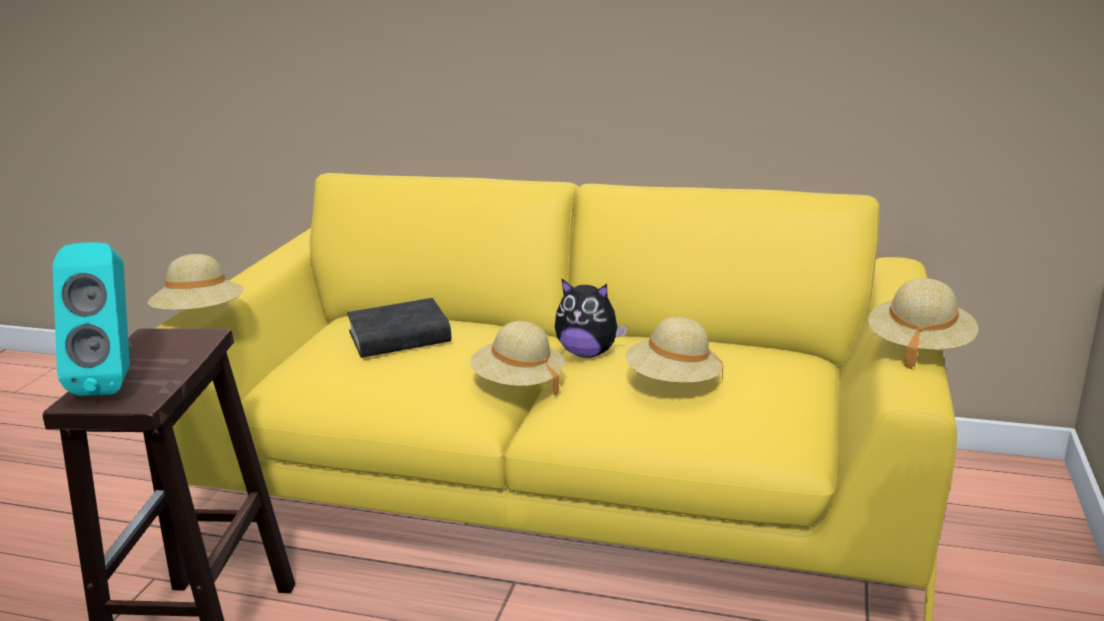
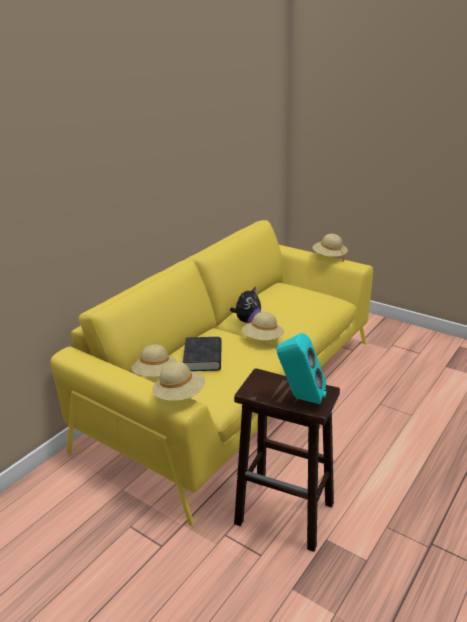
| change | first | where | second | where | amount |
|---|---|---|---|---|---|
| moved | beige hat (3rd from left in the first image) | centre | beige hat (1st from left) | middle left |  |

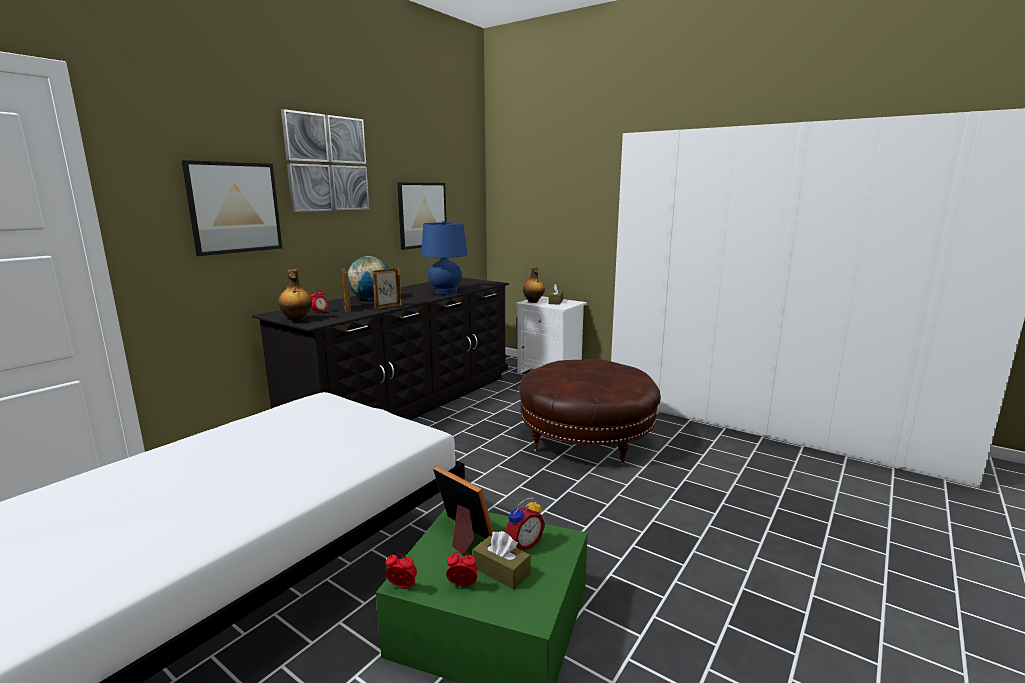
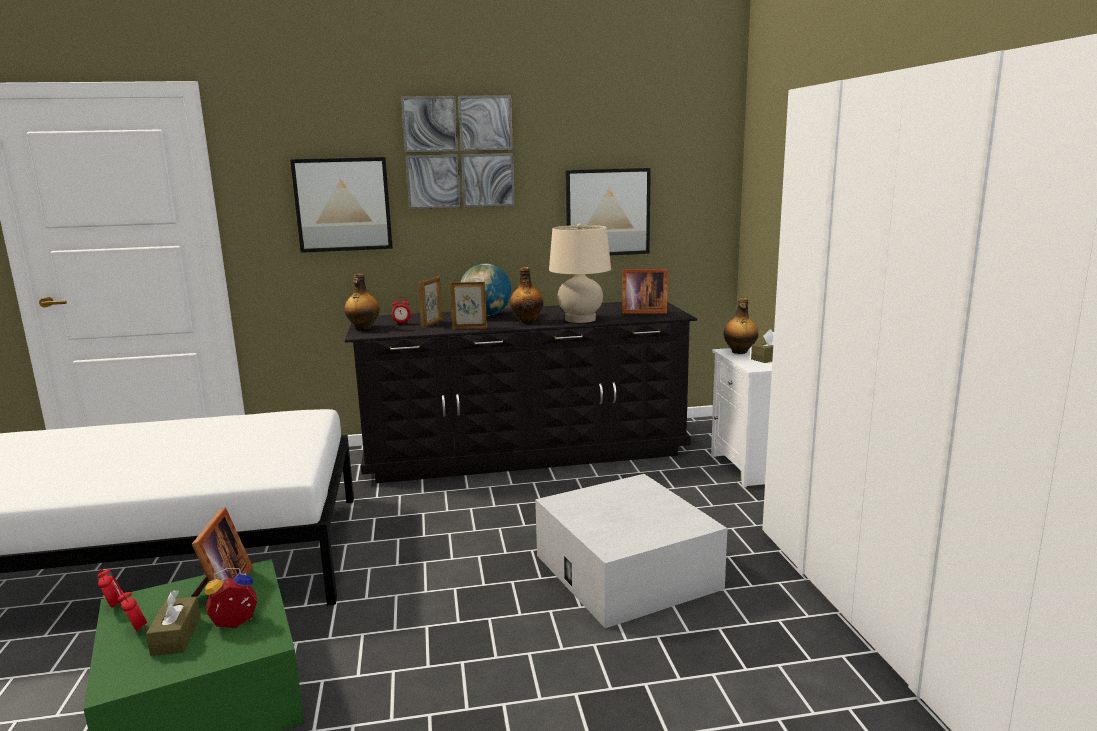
| change | first | where | second | where | amount |
|---|---|---|---|---|---|
| added |  |  | bottle (2nd from left) | centre |  |
| added |  |  | picture frame (4th from left) | centre |  |
| replaced | brown ottoman | centre | white storage box | bottom centre |  |
| recoloured | blue table lamp | centre | beige table lamp | centre |  |
| turned | alarm clock (4th from left in the first image) | bottom centre | alarm clock (3rd from left) | bottom left | 150 degrees clockwise |

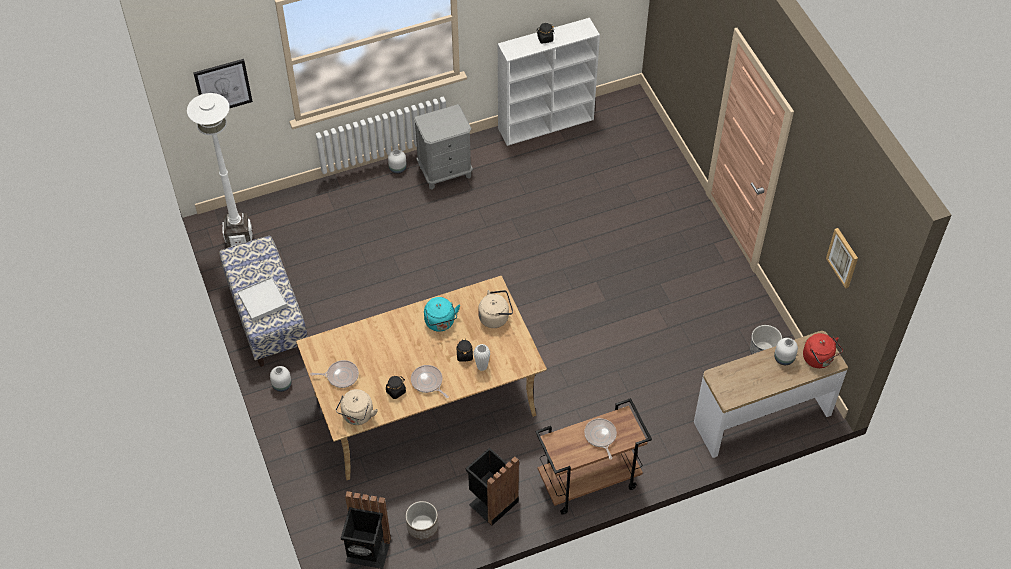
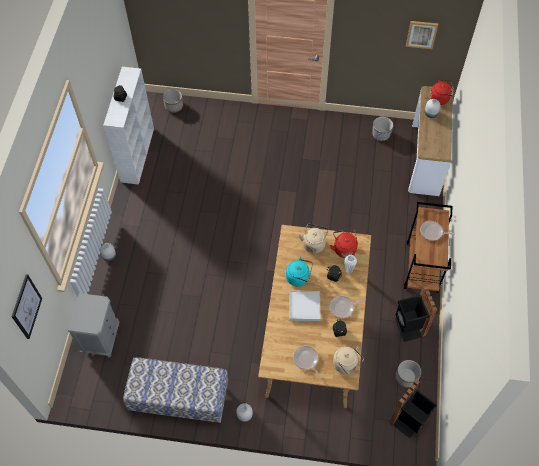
| change | first | where | second | where | amount |
|---|---|---|---|---|---|
| removed | white floor lamp | top left |  |  |  |
| added |  |  | planter (1st from left) | top left |  |
| added |  |  | red kettle (1st from left) | centre |  |
| moved | white tray | middle left |  | centre |  |
| moved | grey nightstand | top centre |  | bottom left |  |
| turned | frying pan (1st from left) | middle left |  | bottom centre | 60 degrees counterclockwise |

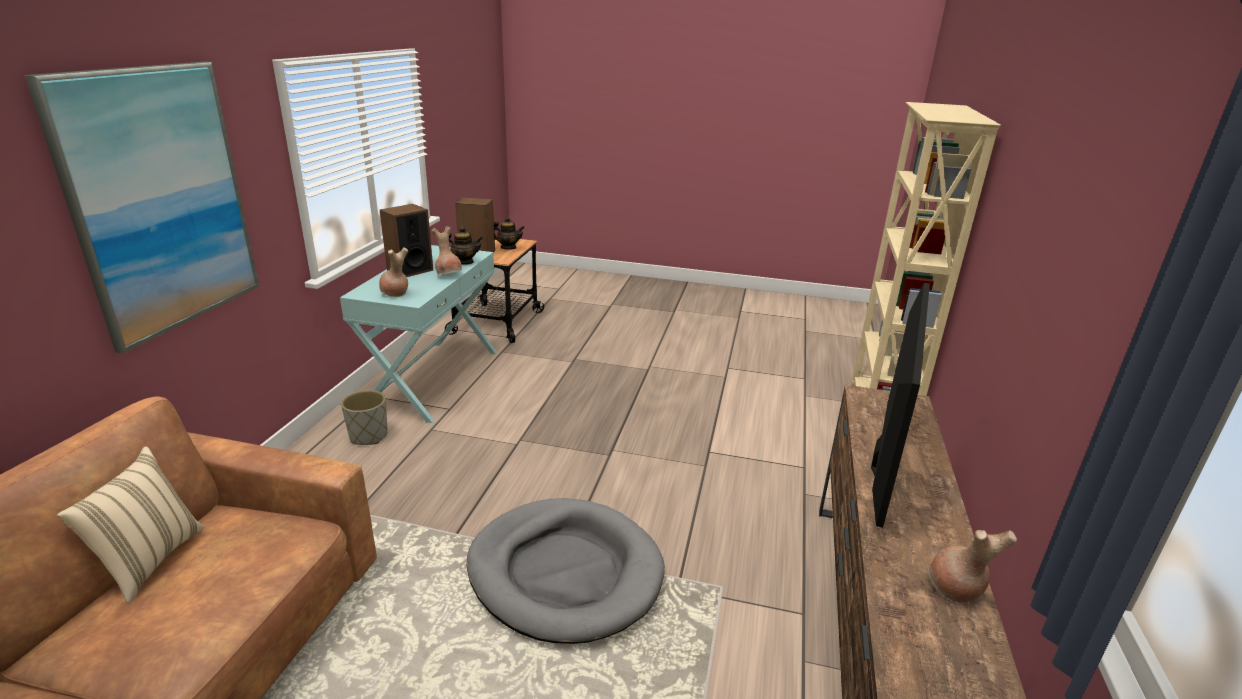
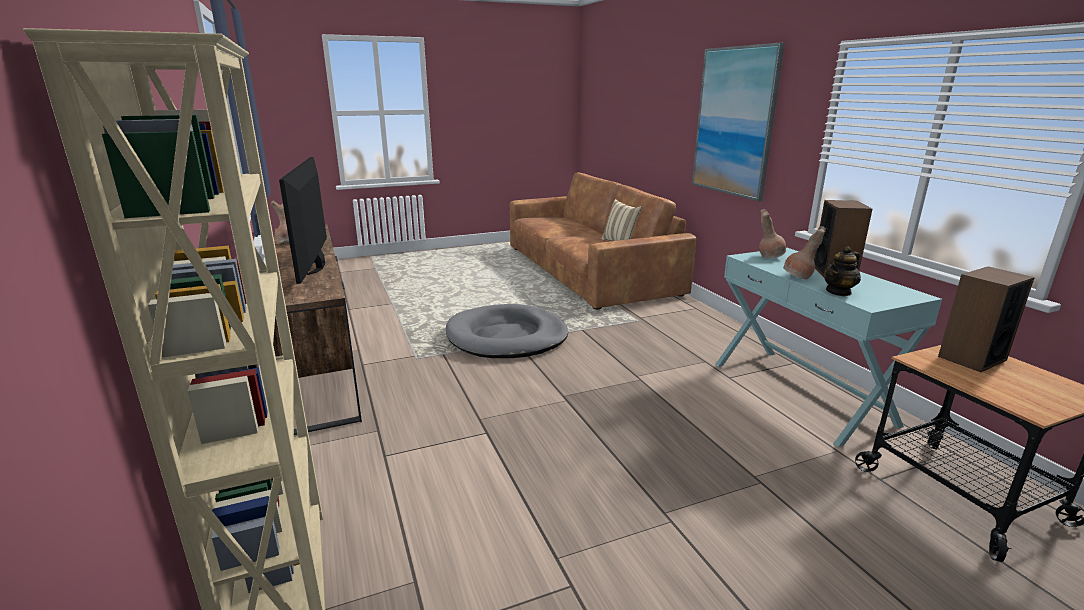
| change | first | where | second | where | amount |
|---|---|---|---|---|---|
| removed | grey planter | middle left |  |  |  |
| removed | teapot (2nd from left) | centre |  |  |  |

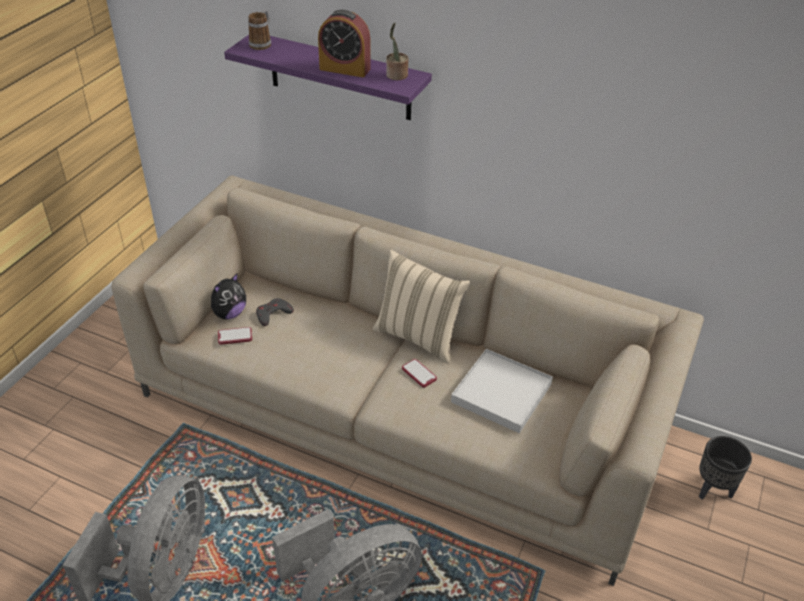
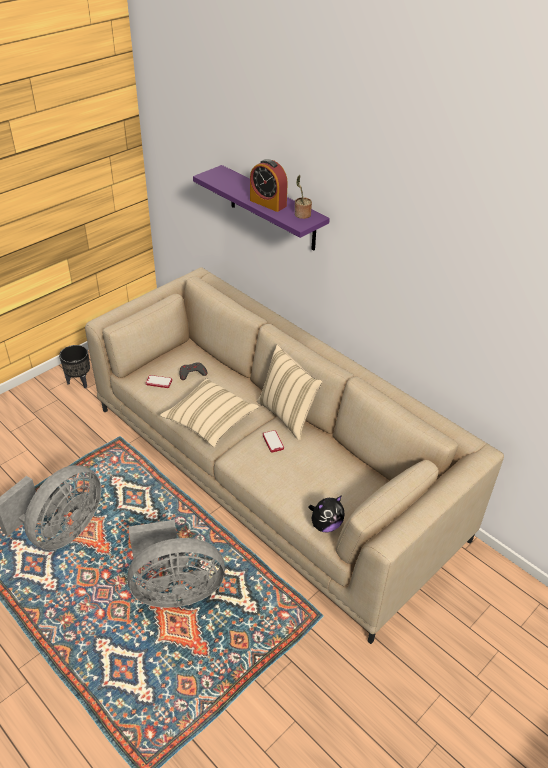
| change | first | where | second | where | amount |
|---|---|---|---|---|---|
| removed | mug | top left |  |  |  |
| removed | white tray | centre |  |  |  |
| added |  |  | beige pillow (1st from left) | centre |  |
| moved | plush toy | middle left |  | bottom centre |  |
| moved | black planter | bottom right |  | middle left |  |

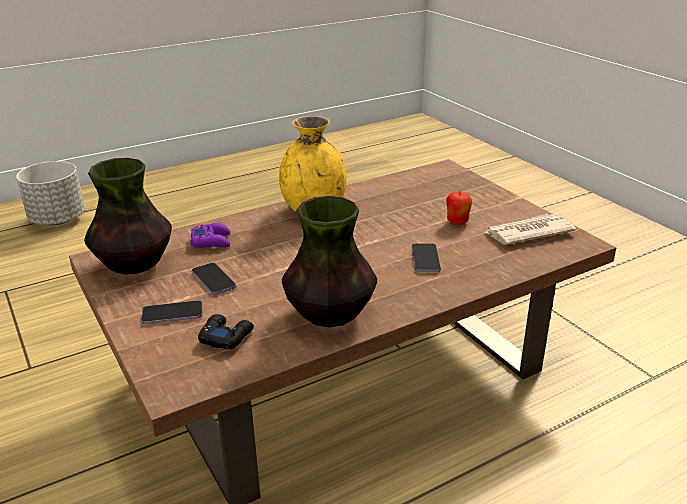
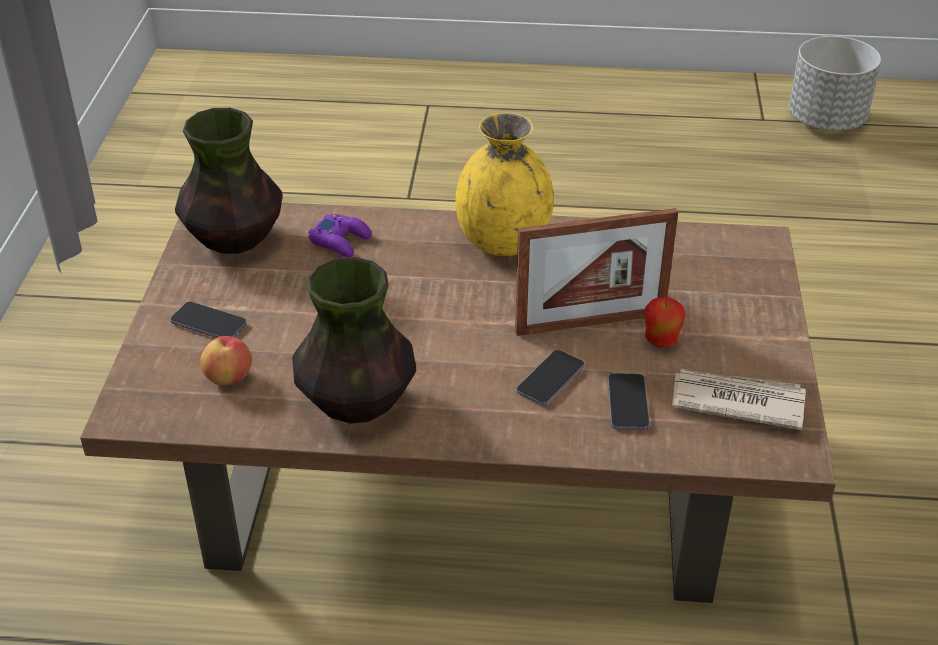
| change | first | where | second | where | amount |
|---|---|---|---|---|---|
| added |  |  | picture frame | centre |  |
| moved | grey planter | middle left |  | top right |  |
| moved | phone (2nd from left in the first image) | middle left | phone (3rd from left) | middle right |  |
| replaced | black game controller | middle left | apple (1st from left) | middle left |  |

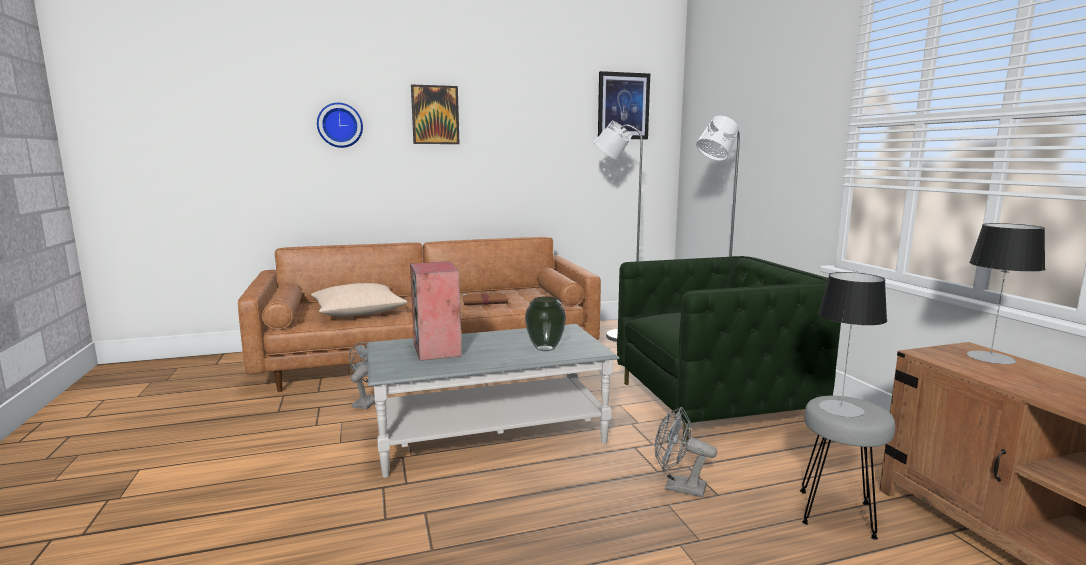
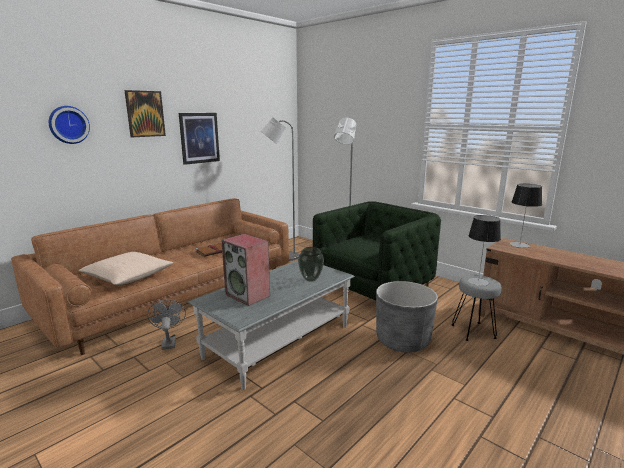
| change | first | where | second | where | amount |
|---|---|---|---|---|---|
| moved | picture (2nd from left) | top centre |  | top left |  |
| replaced | grey fan (2nd from left) | bottom centre | grey planter | bottom centre |  |

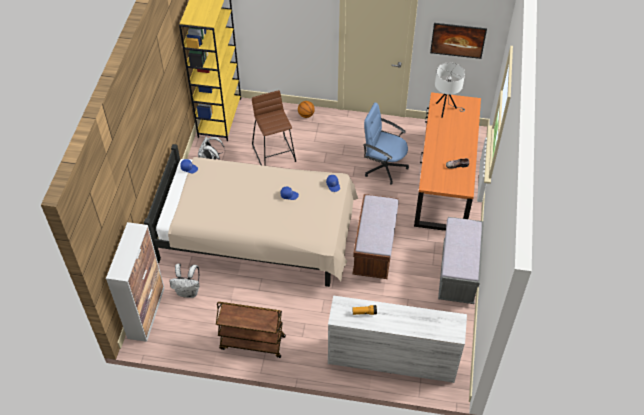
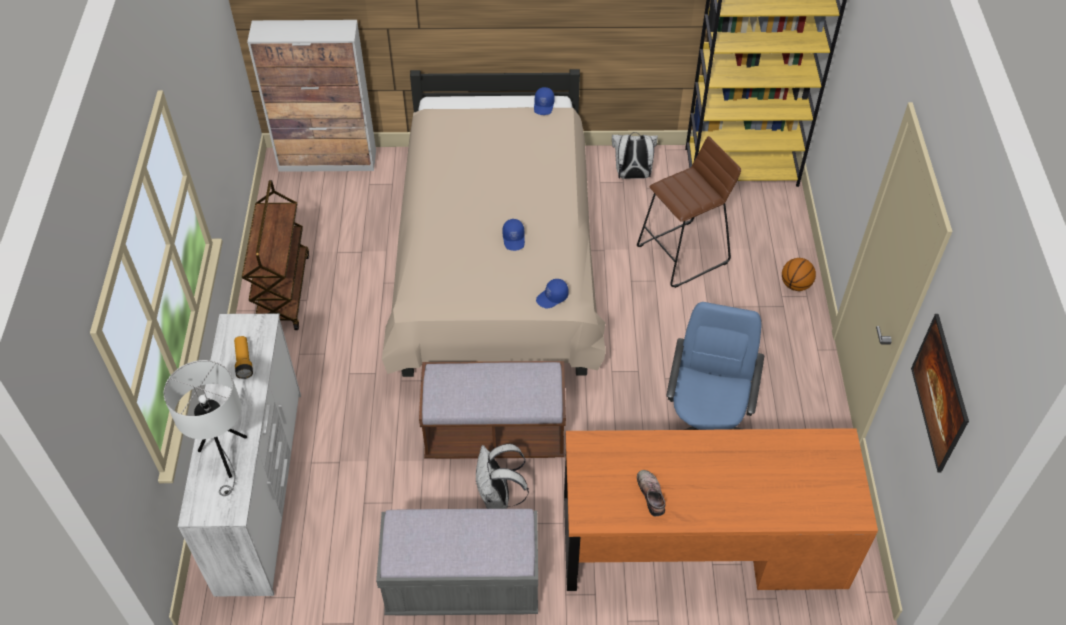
| change | first | where | second | where | amount |
|---|---|---|---|---|---|
| moved | white backpack (1st from left) | bottom left |  | bottom centre |  |
| moved | white table lamp | top right |  | bottom left |  |

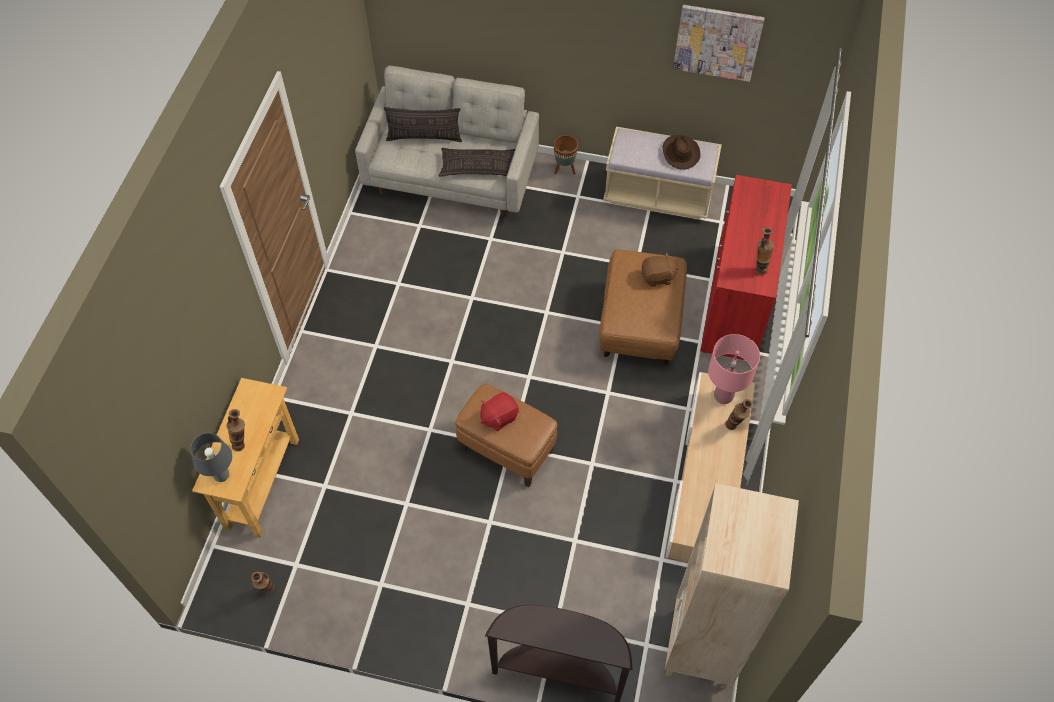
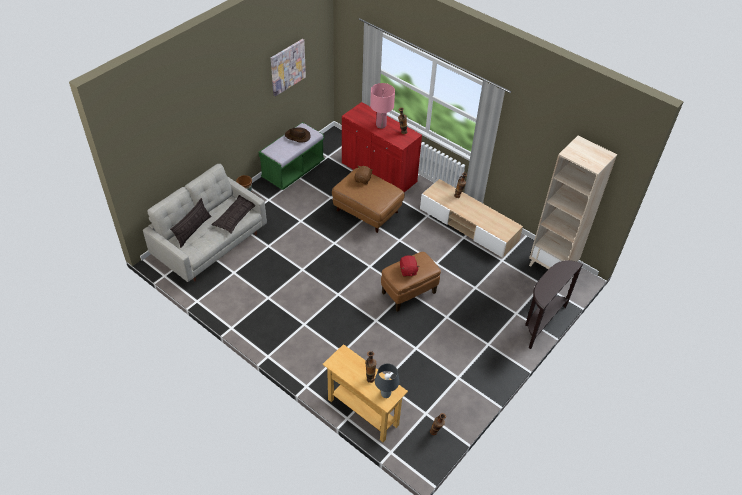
| change | first | where | second | where | amount |
|---|---|---|---|---|---|
| moved | pink table lamp | middle right |  | top centre |  |
| recoloured | beige bench | top centre | green bench | top centre |  |

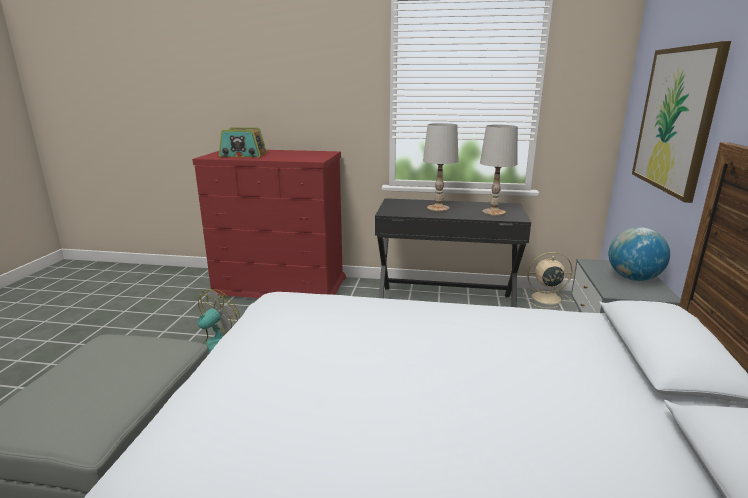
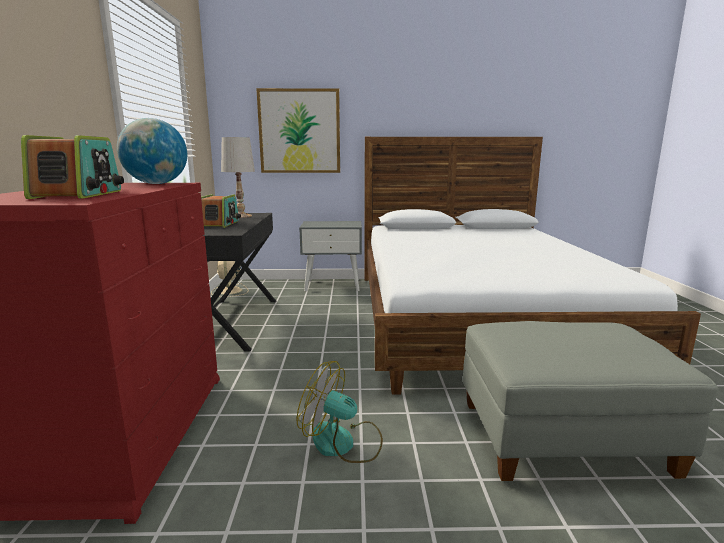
| change | first | where | second | where | amount |
|---|---|---|---|---|---|
| moved | globe | middle right |  | top left |  |
| replaced | white table lamp (1st from left) | centre | radio (2nd from left) | middle left |  |

